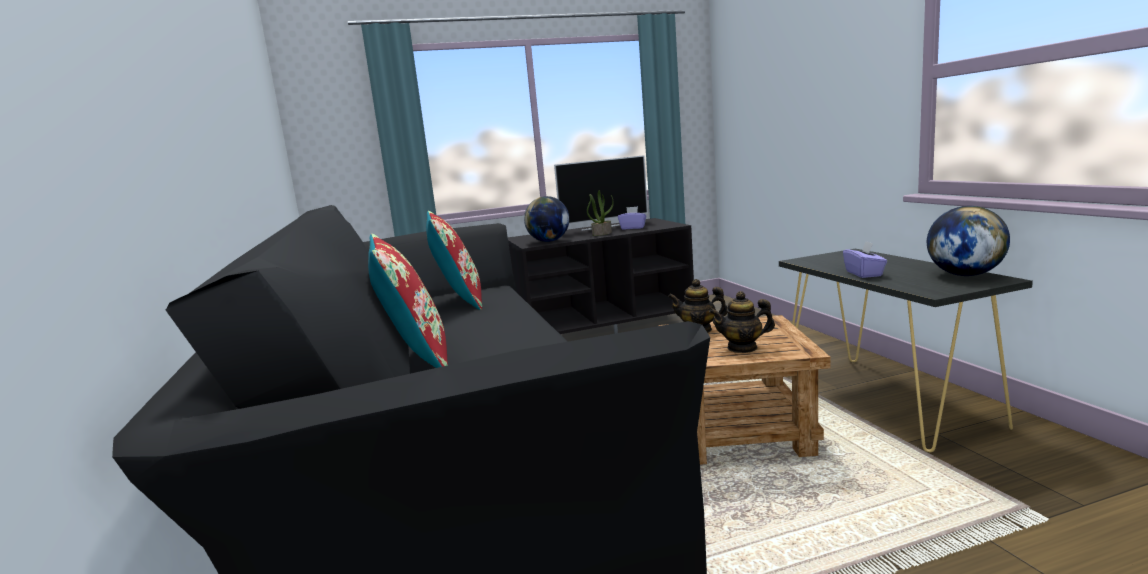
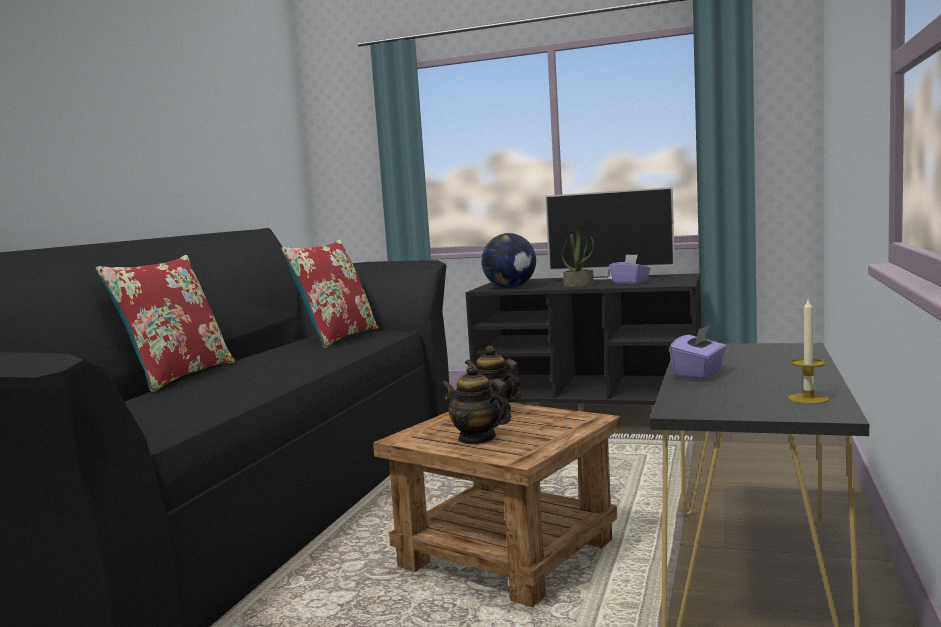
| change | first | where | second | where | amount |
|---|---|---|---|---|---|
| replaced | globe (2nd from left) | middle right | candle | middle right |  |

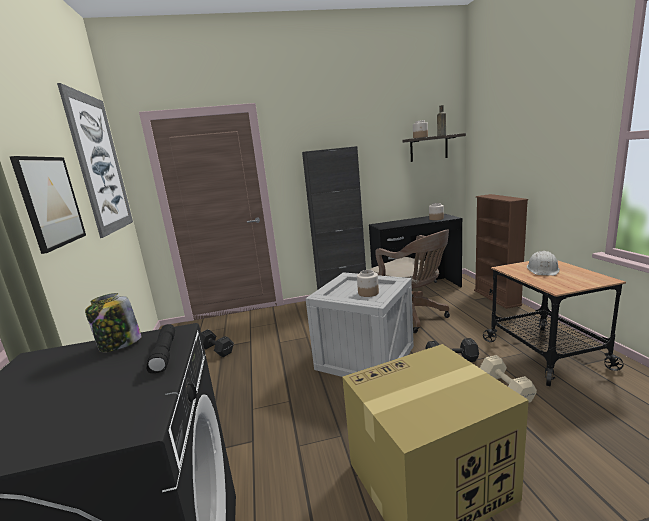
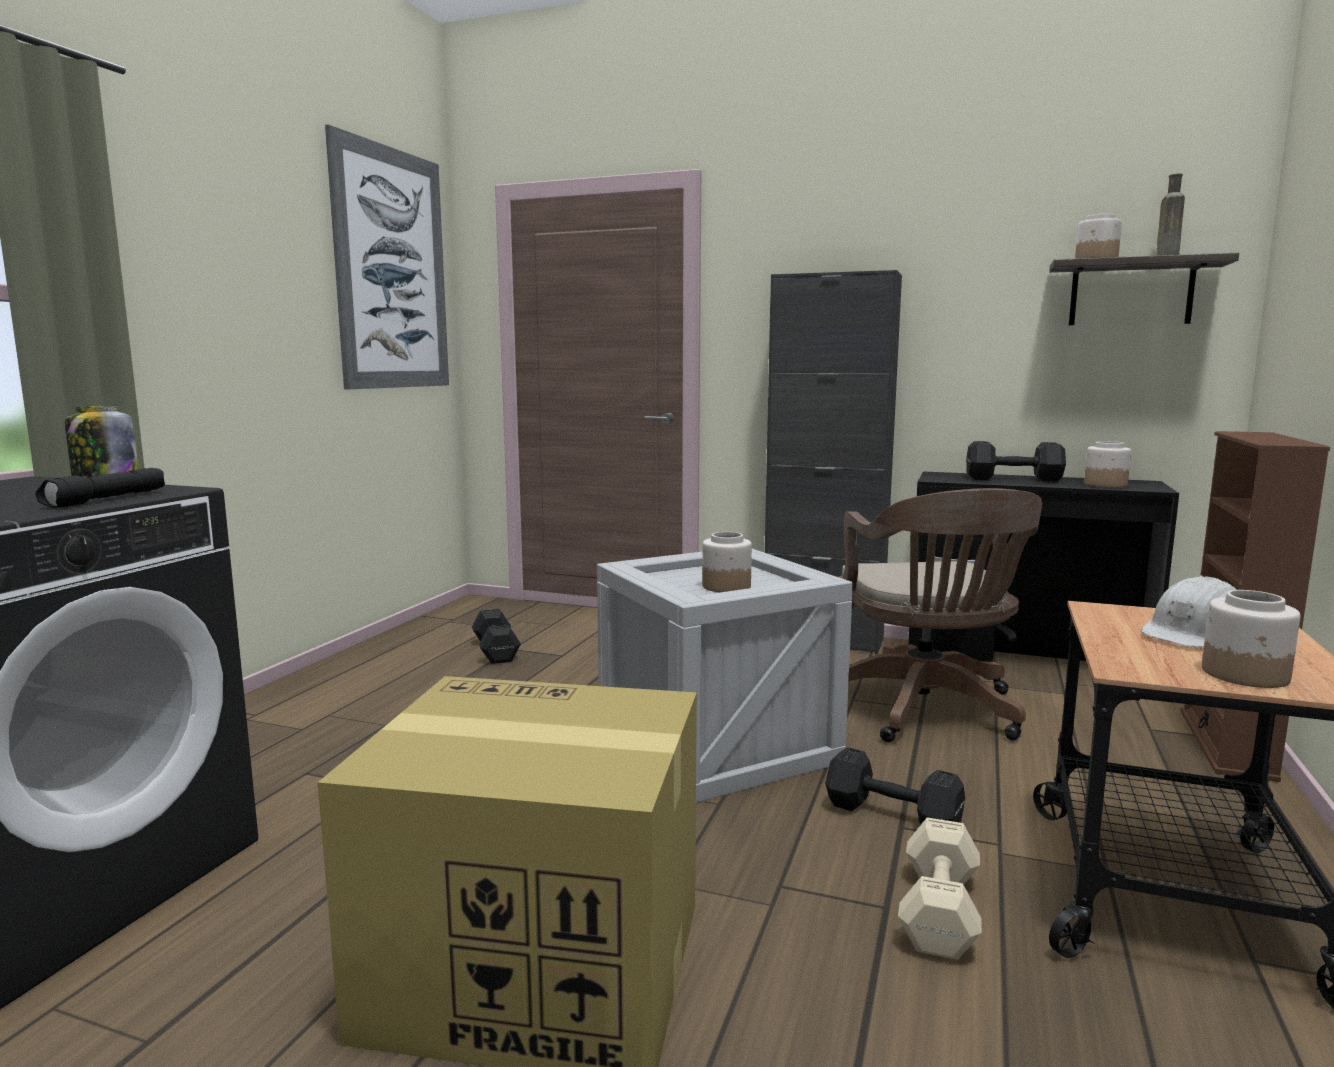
| change | first | where | second | where | amount |
|---|---|---|---|---|---|
| removed | picture (1st from left) | middle left |  |  |  |
| added |  |  | black dumbbell (3rd from left) | middle right |  |
| added |  |  | jar (5th from left) | middle right |  |

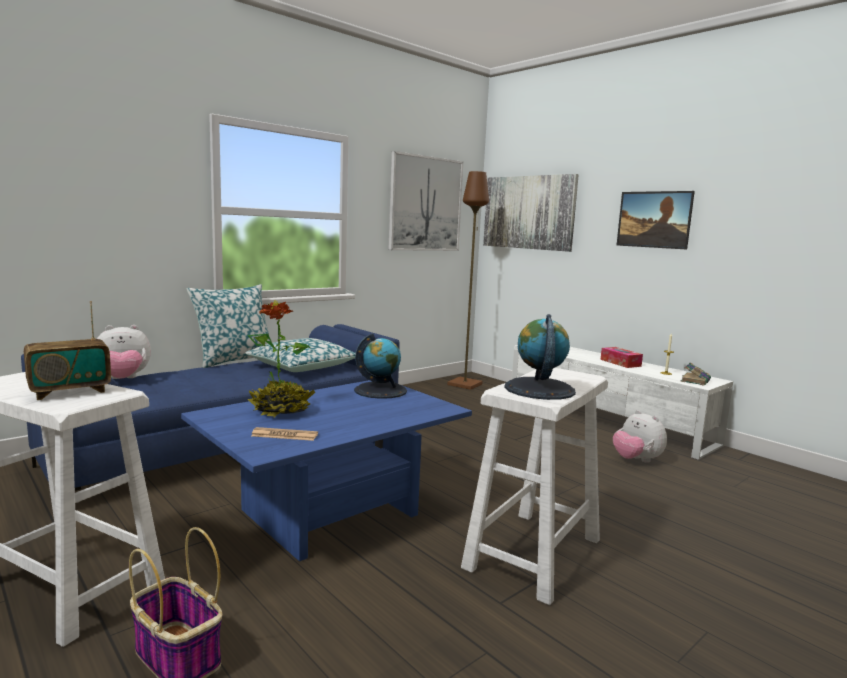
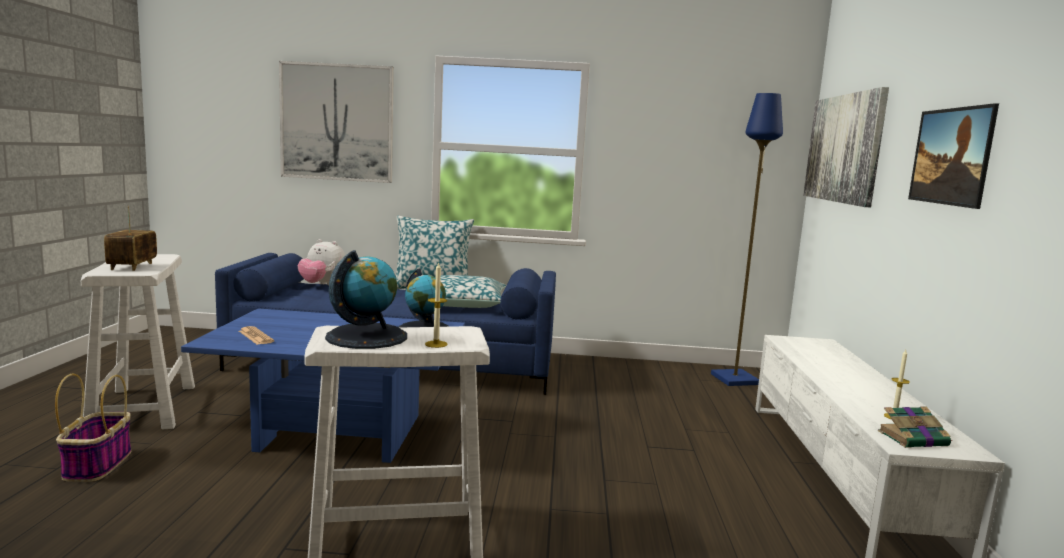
| change | first | where | second | where | amount |
|---|---|---|---|---|---|
| removed | potted plant | middle left |  |  |  |
| removed | tissue box | middle right |  |  |  |
| removed | plush toy (2nd from left) | middle right |  |  |  |
| added |  |  | candle (1st from left) | centre |  |
| moved | picture (1st from left) | top centre |  | top left |  |
| recoloured | brown floor lamp | centre | blue floor lamp | middle right |  |
| turned | radio | middle left |  | middle left | 75 degrees clockwise |

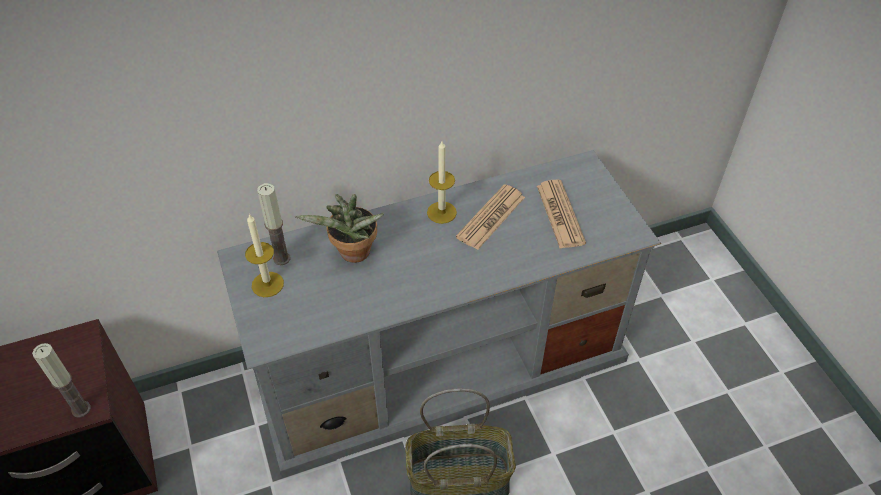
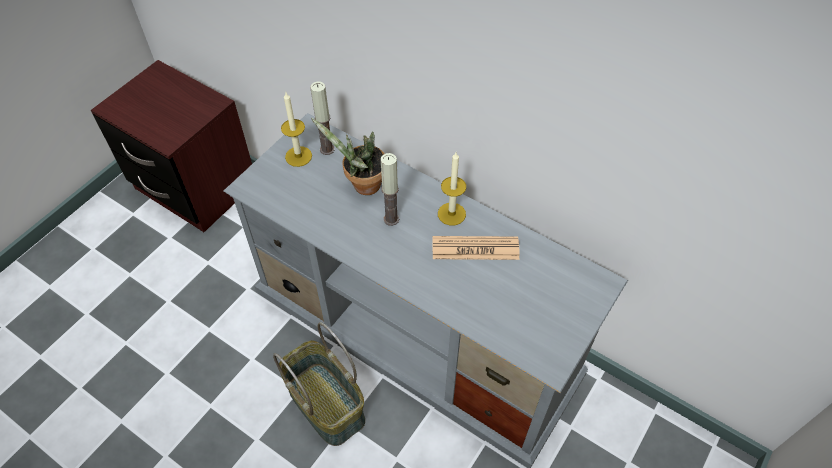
| change | first | where | second | where | amount |
|---|---|---|---|---|---|
| removed | newspaper (2nd from left) | centre |  |  |  |
| moved | candle (1st from left in the first image) | bottom left | candle (3rd from left) | centre |  |

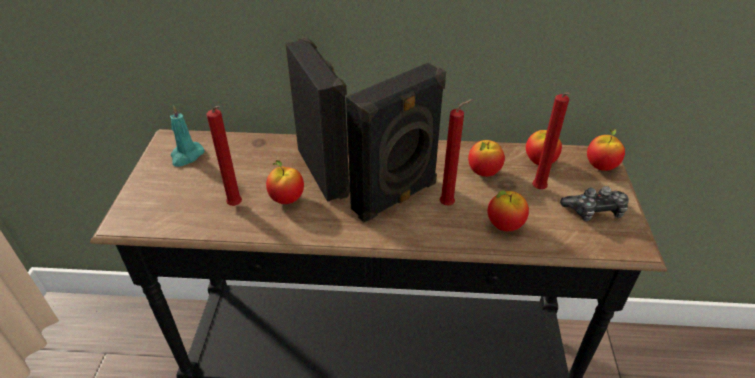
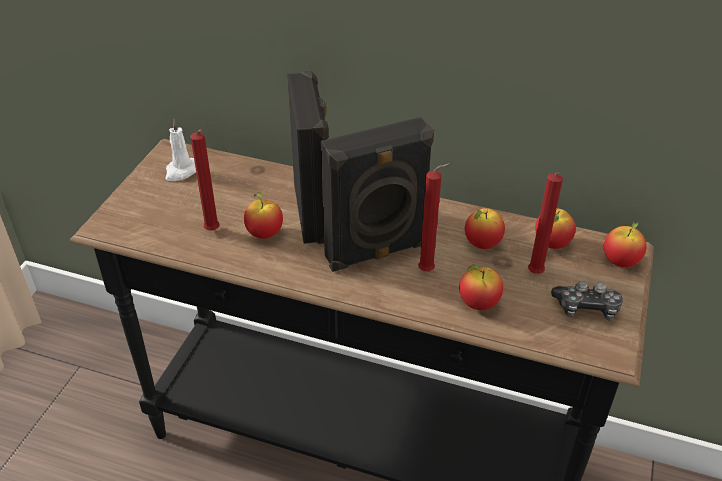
| change | first | where | second | where | amount |
|---|---|---|---|---|---|
| recoloured | turquoise candle | middle left | white candle | top left |  |

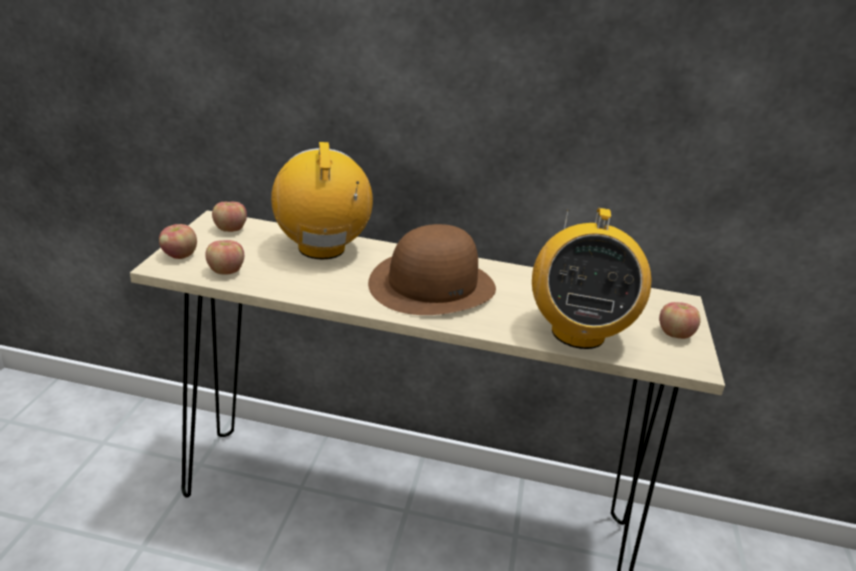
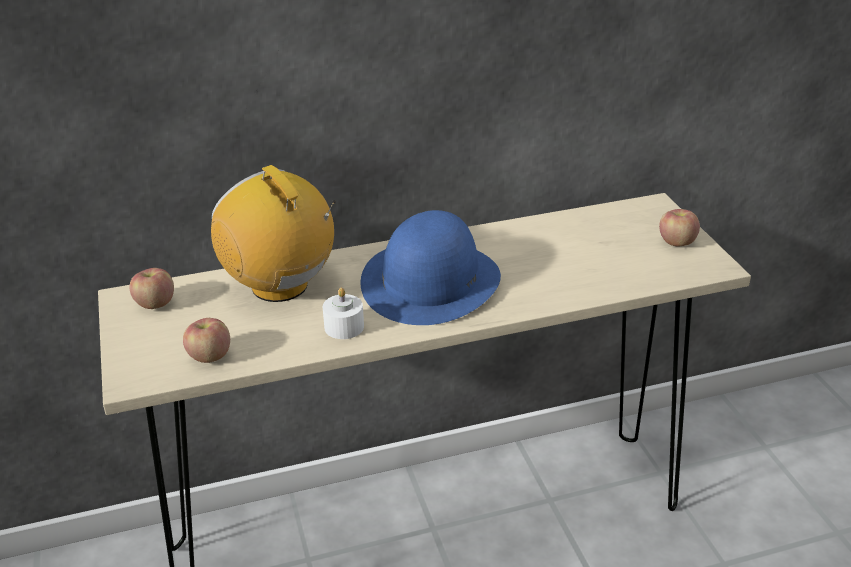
| change | first | where | second | where | amount |
|---|---|---|---|---|---|
| removed | apple (1st from left) | middle left |  |  |  |
| removed | radio (2nd from left) | middle right |  |  |  |
| added |  |  | white candle | centre |  |
| recoloured | brown hat | centre | blue hat | centre |  |

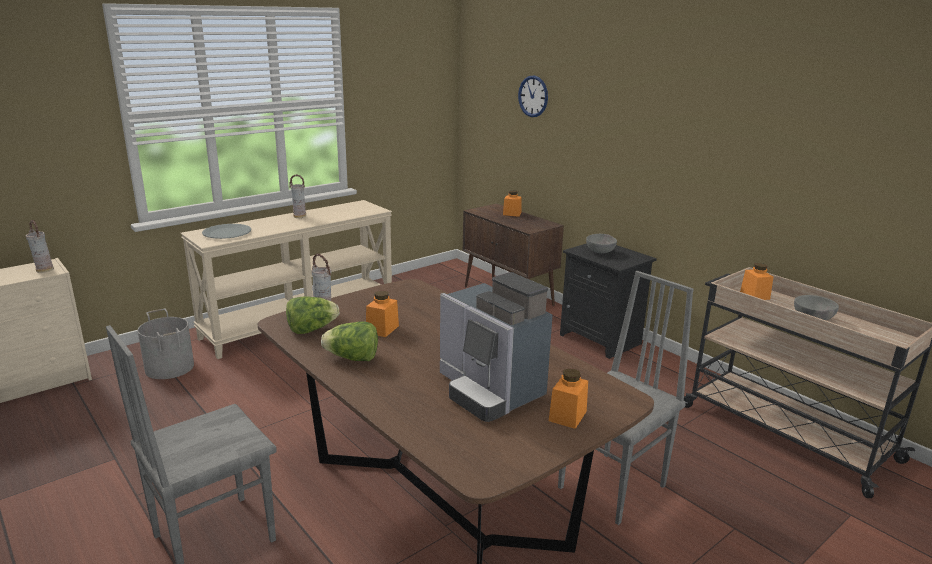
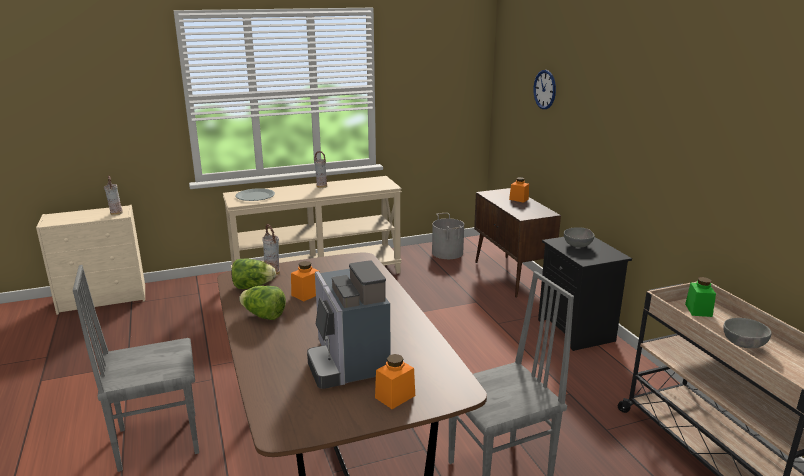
| change | first | where | second | where | amount |
|---|---|---|---|---|---|
| moved | grey bucket | middle left |  | centre |  |
| recoloured | orange jar (4th from left) | middle right | green jar | middle right |  |

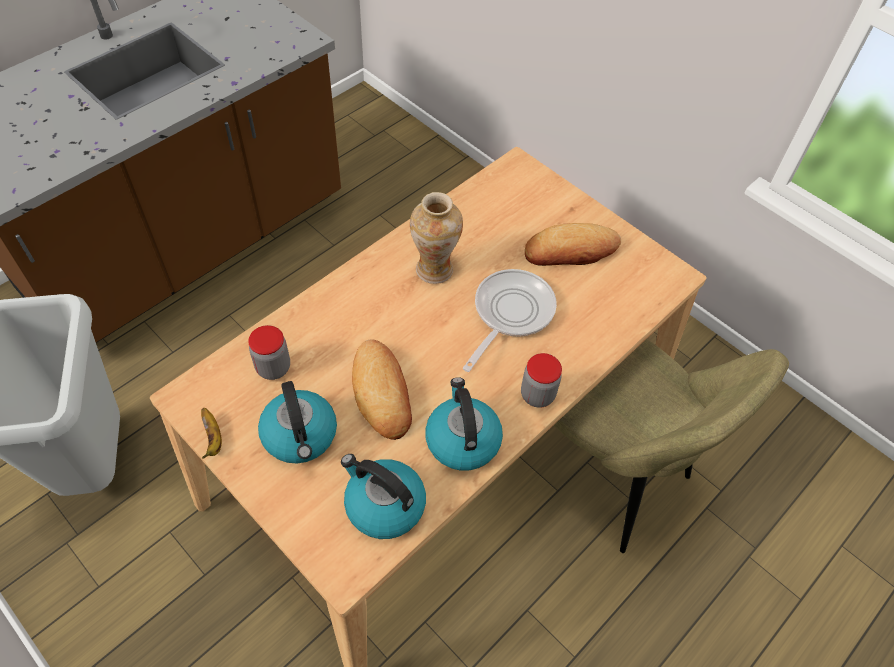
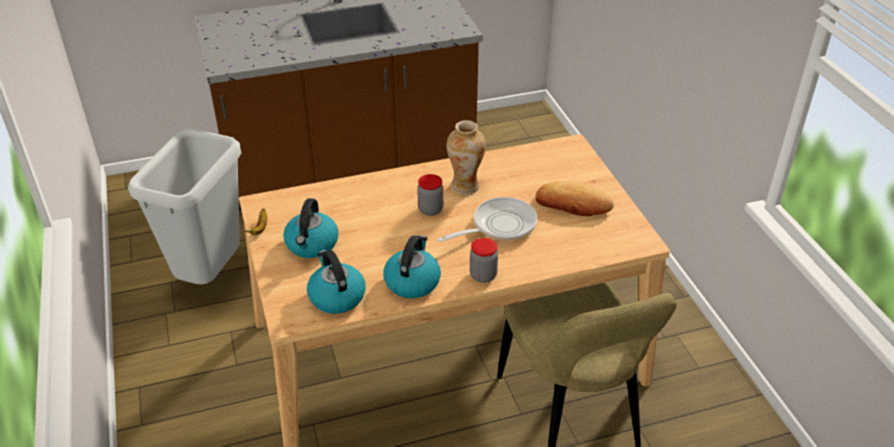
| change | first | where | second | where | amount |
|---|---|---|---|---|---|
| removed | bread (1st from left) | centre |  |  |  |
| moved | jar (1st from left) | middle left |  | centre |  |

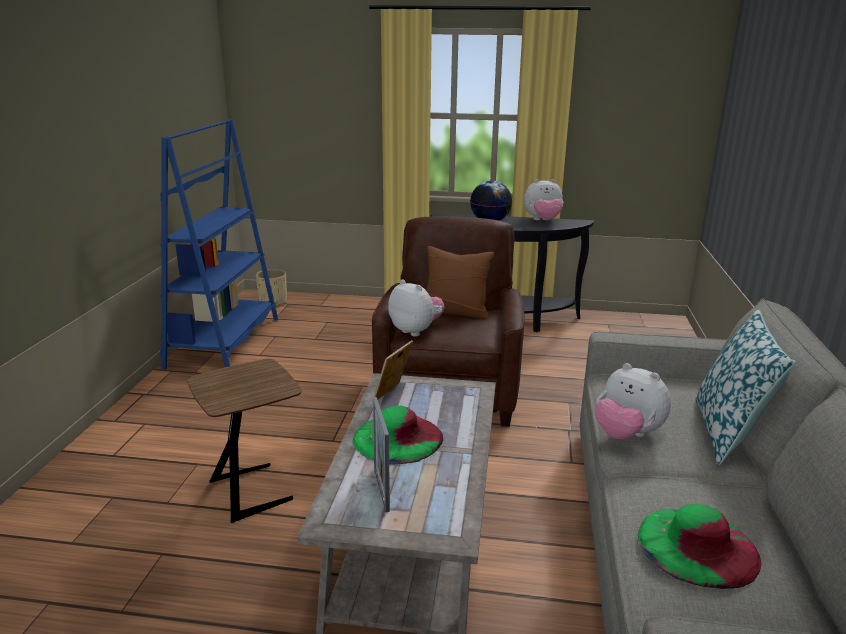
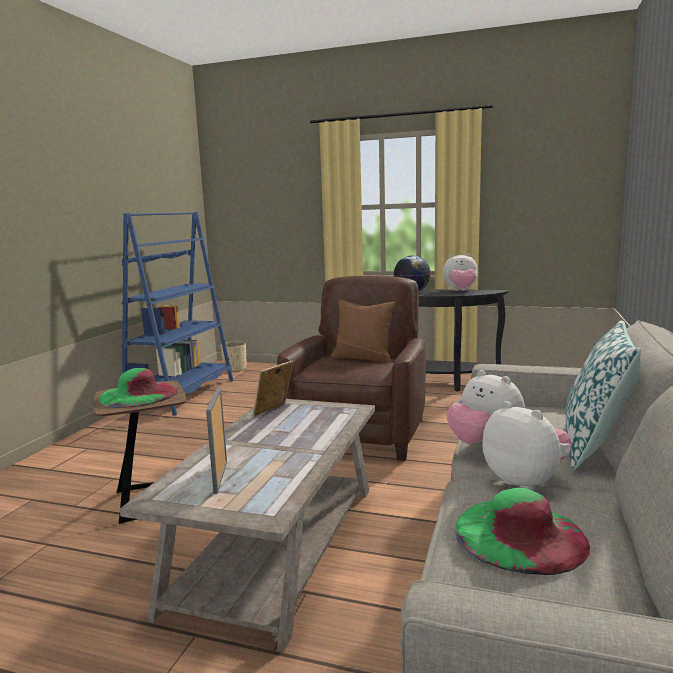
| change | first | where | second | where | amount |
|---|---|---|---|---|---|
| moved | green hat (1st from left) | bottom centre |  | middle left |  |
| moved | plush toy (1st from left in the first image) | centre | plush toy (3rd from left) | middle right |  |

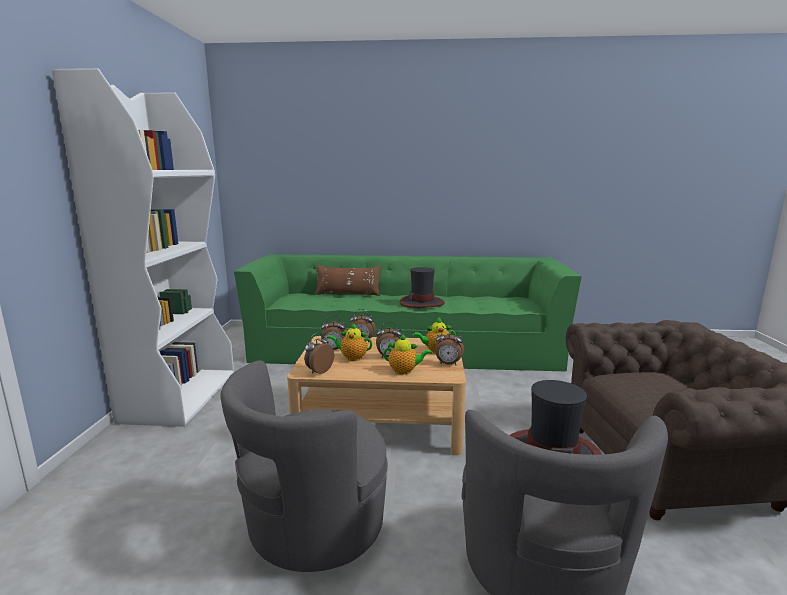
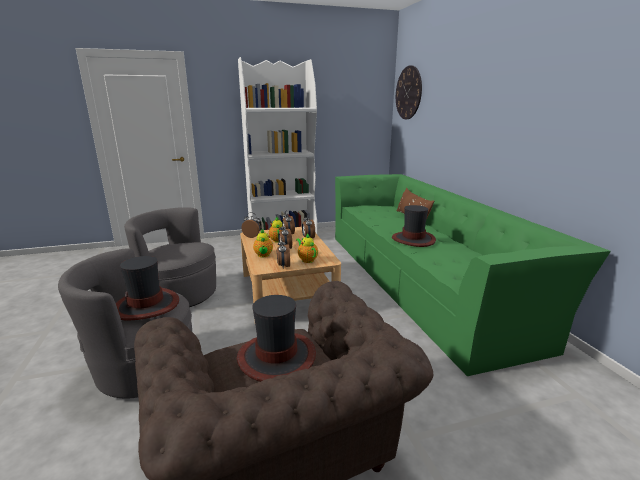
| change | first | where | second | where | amount |
|---|---|---|---|---|---|
| added |  |  | hat (2nd from left) | bottom centre |  |
| added |  |  | wall clock | top centre |  |

